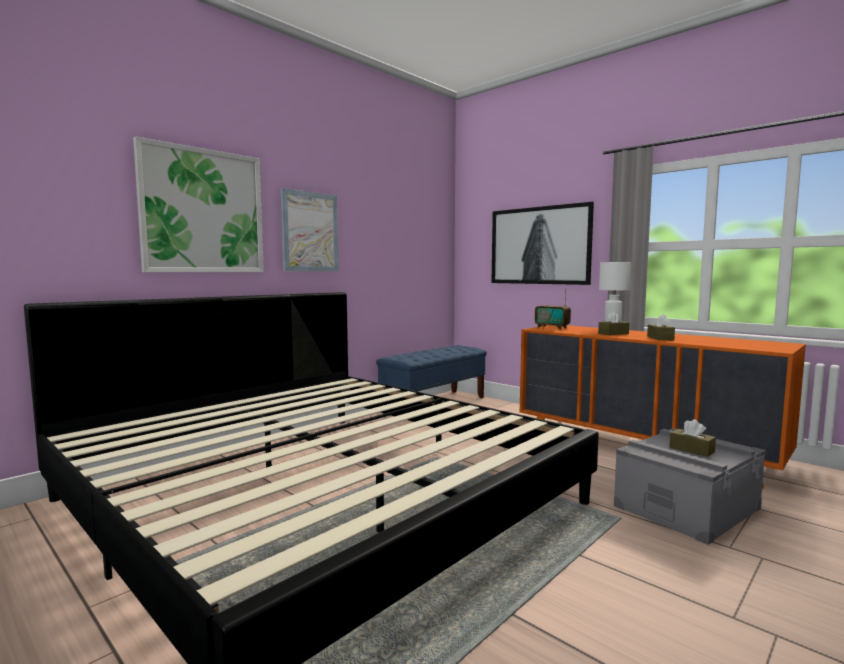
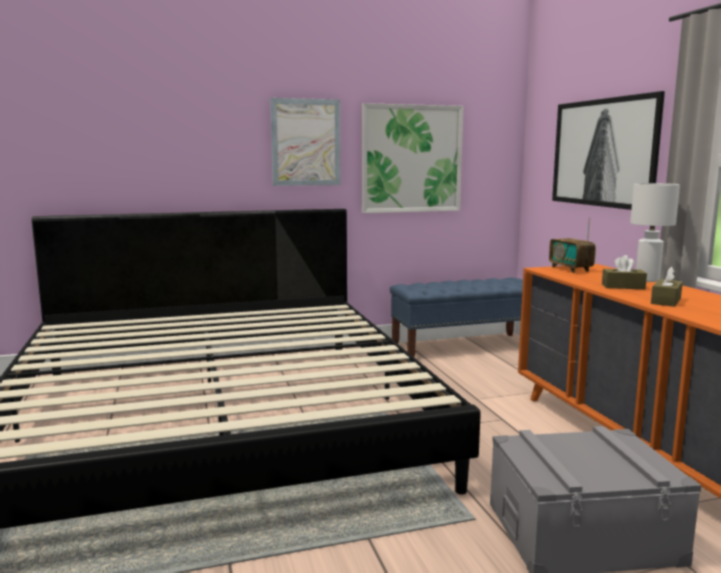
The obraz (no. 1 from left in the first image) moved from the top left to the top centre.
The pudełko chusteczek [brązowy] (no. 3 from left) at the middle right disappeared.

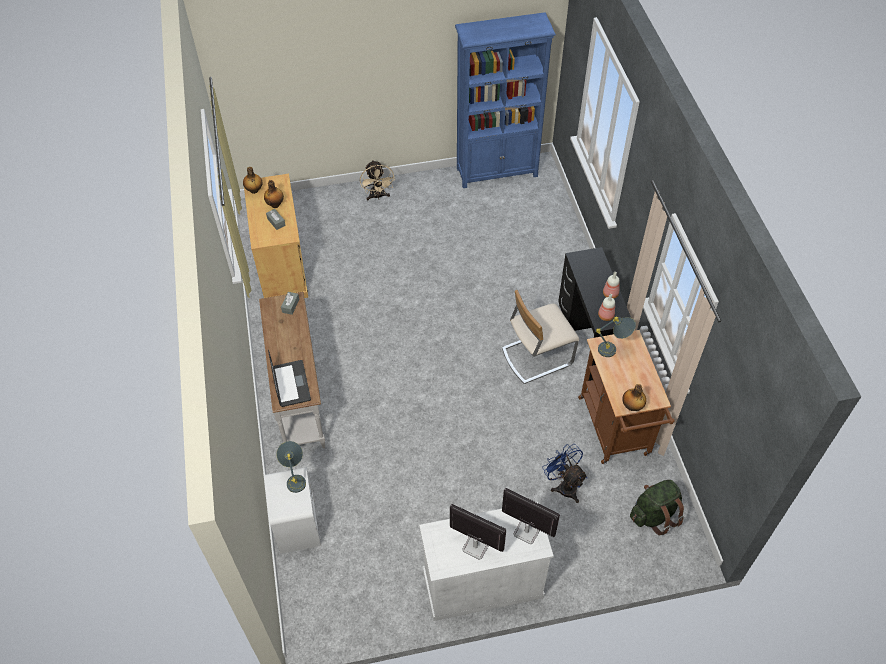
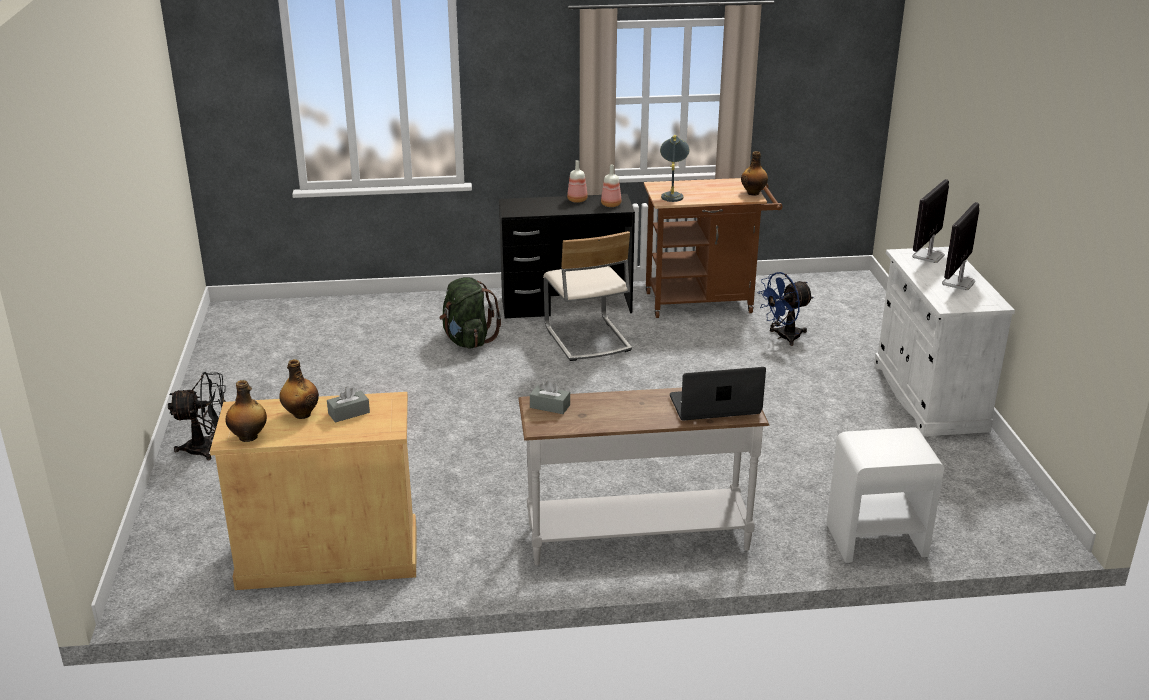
The wentylator [beżowy] at the top centre became the wentylator [czarny] at the middle left.
The plecak [zielony] moved from the bottom right to the centre.
The lampa stołowa [szary] (no. 1 from left) at the bottom left disappeared.
The regał [niebieski] at the top centre disappeared.

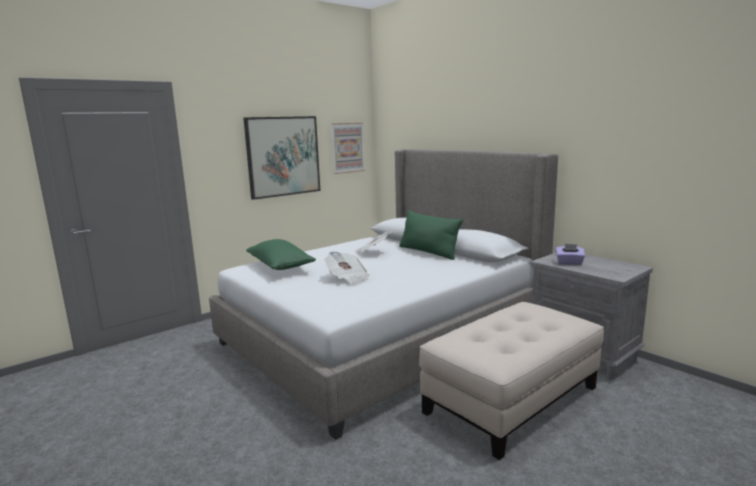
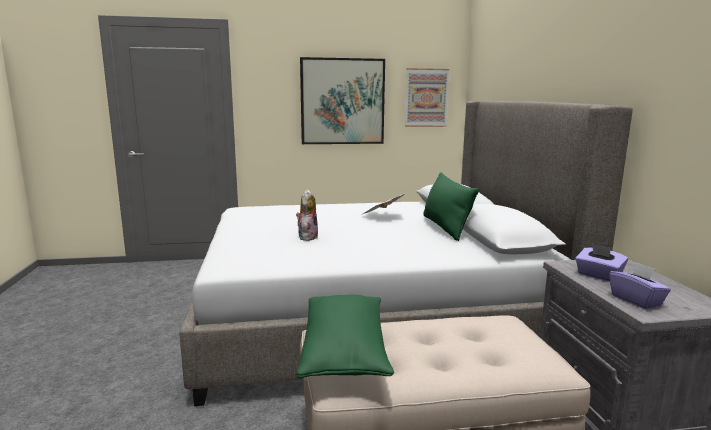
The gazeta (no. 1 from left) at the centre was replaced by the pluszak at the centre.
The poduszka [zielony] (no. 1 from left) moved from the centre to the bottom centre.
The pudełko chusteczek [fioletowy] (no. 2 from left) at the middle right appeared.

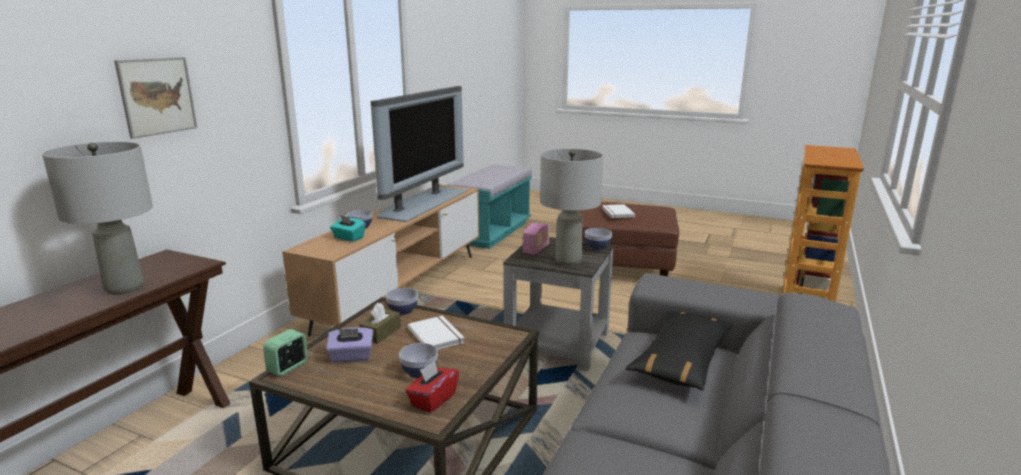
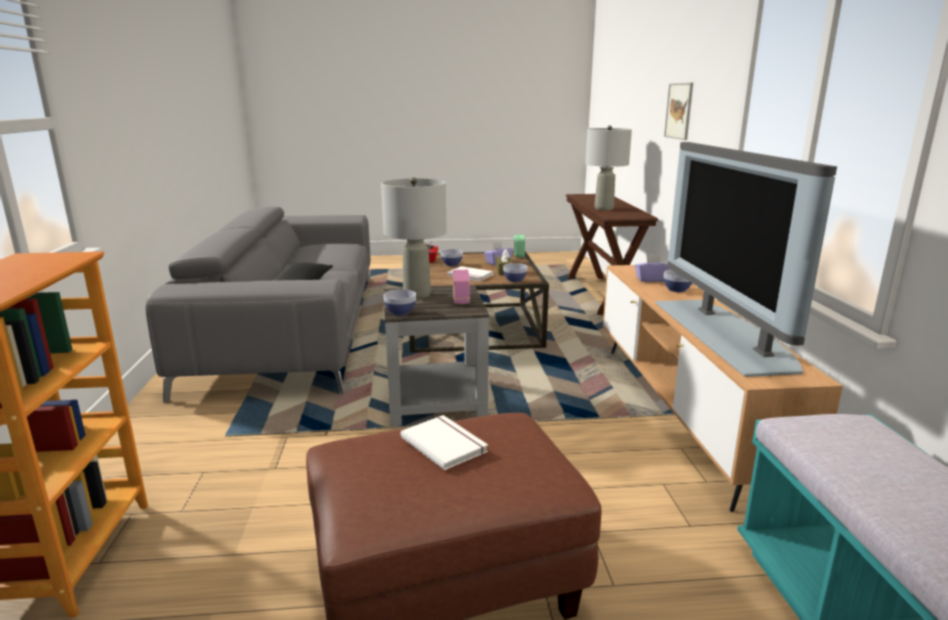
The pudełko chusteczek [turkusowy] at the centre became the pudełko chusteczek [fioletowy] (no. 2 from left) at the middle right.

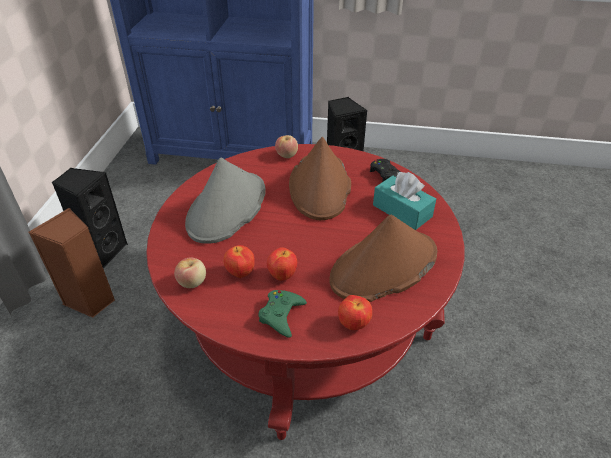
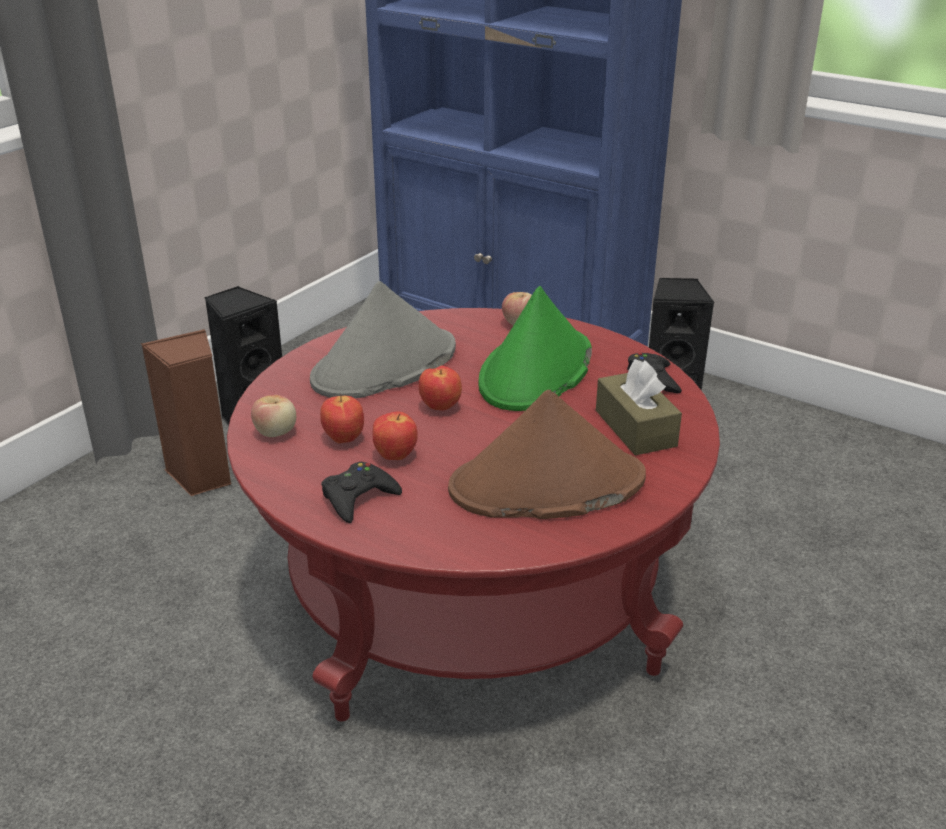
The pad do gier [zielony] at the bottom centre became the pad do gier [czarny] (no. 1 from left) at the centre.
The jabłko (no. 5 from left in the first image) moved from the bottom centre to the centre.
The kapelusz [brązowy] (no. 1 from left) at the centre became the kapelusz [zielony] at the centre.
The pudełko chusteczek [turkusowy] at the centre became the pudełko chusteczek [brązowy] at the middle right.

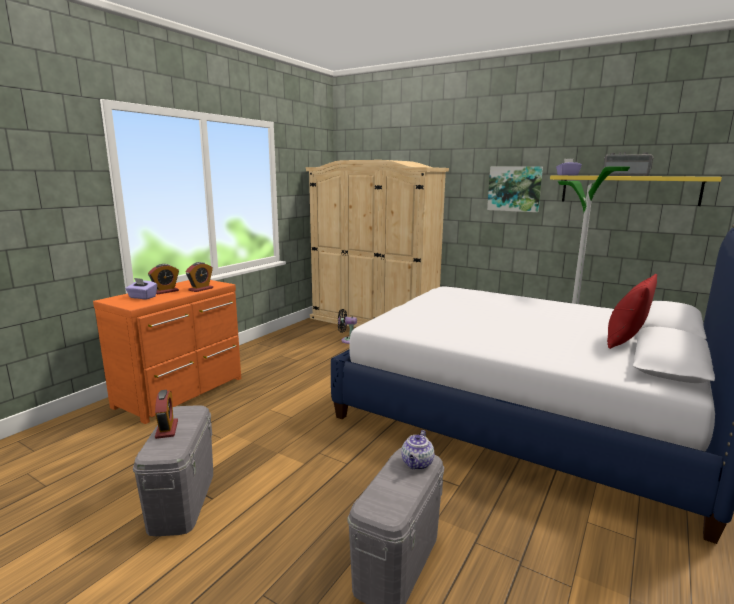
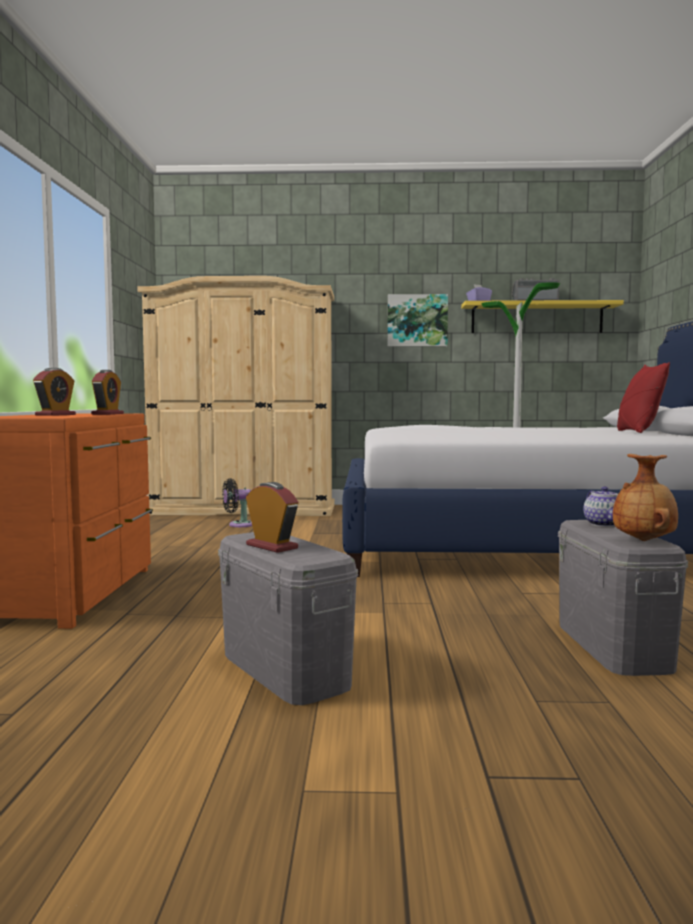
The wazon [brązowy] at the middle right appeared.
The pudełko chusteczek [fioletowy] (no. 1 from left) at the middle left disappeared.

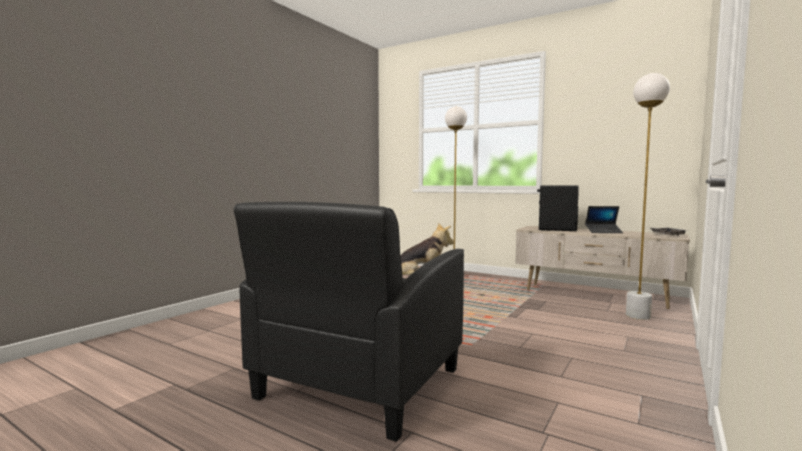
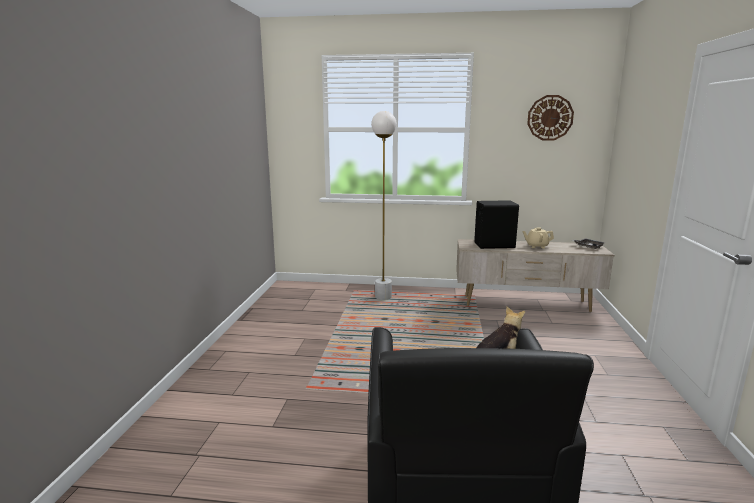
The laptop at the middle right was replaced by the imbryk [beżowy] at the middle right.
The zegar ścienny at the top right appeared.
The lampa stojąca [biały] (no. 2 from left) at the middle right disappeared.

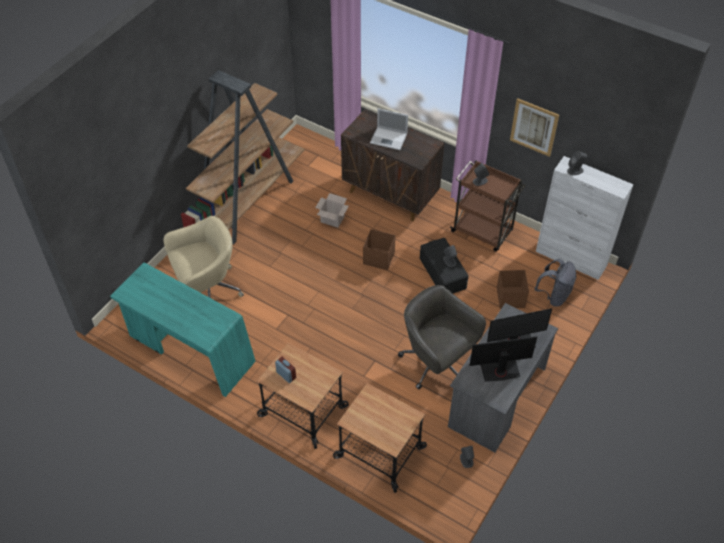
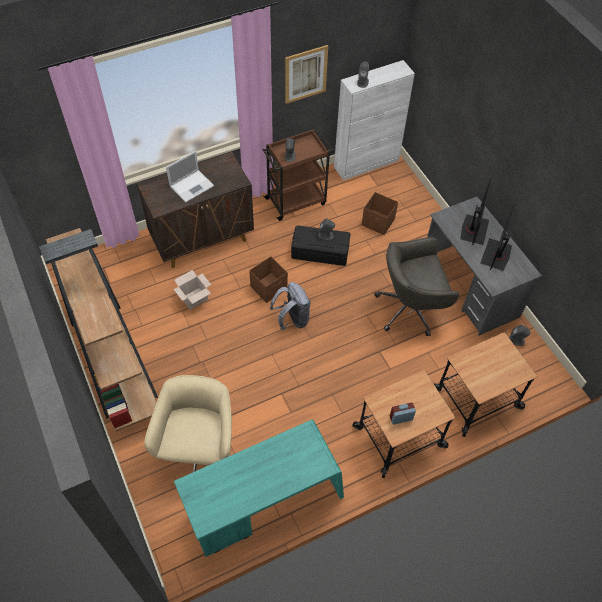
The plecak [szary] moved from the middle right to the centre.

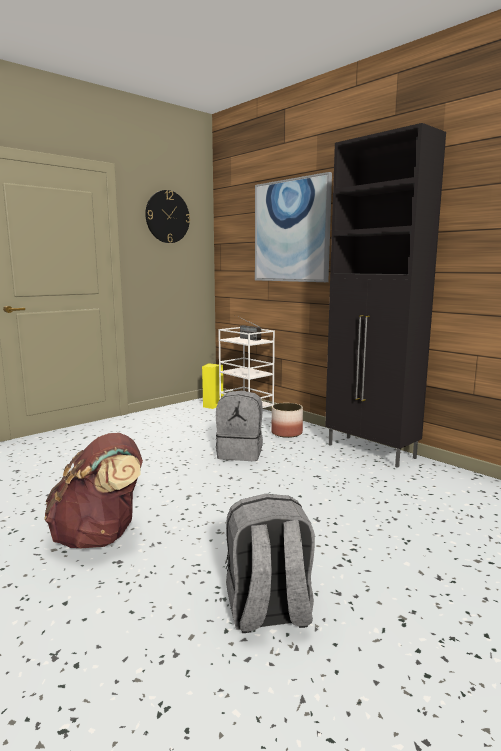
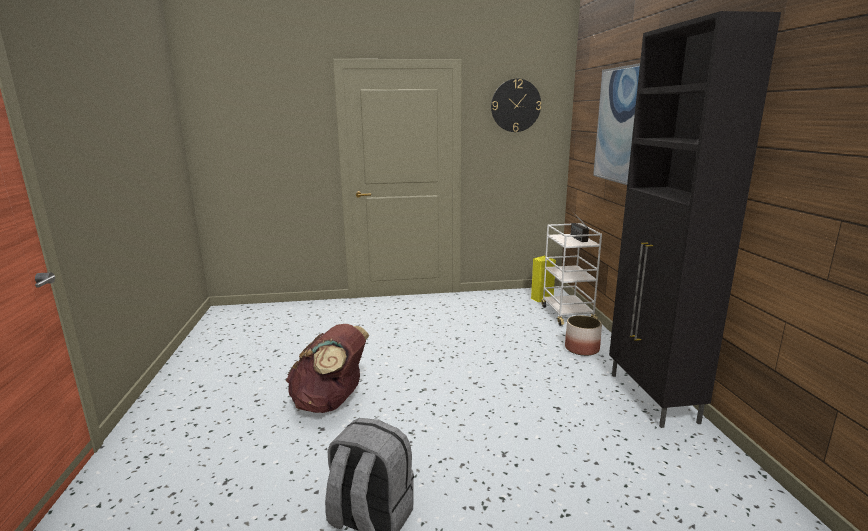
The plecak [szary] (no. 1 from left) at the centre disappeared.

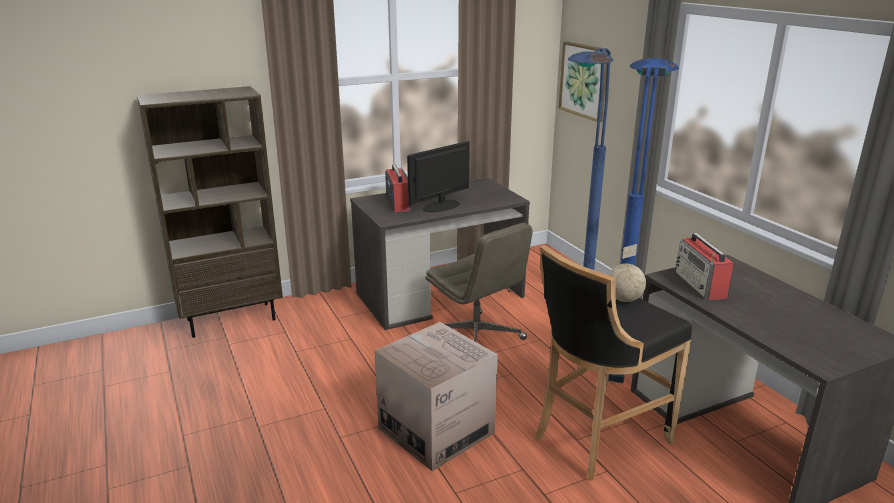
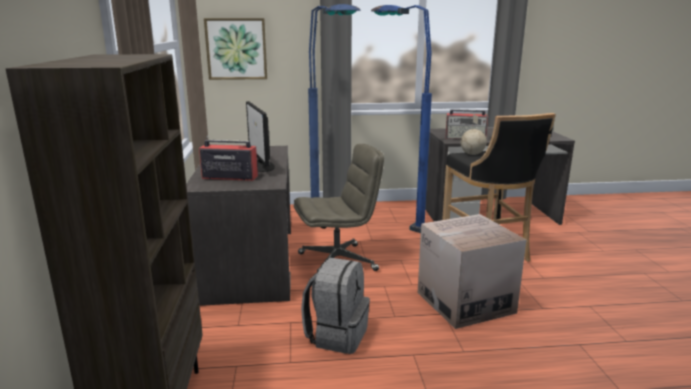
The plecak [szary] at the bottom centre appeared.

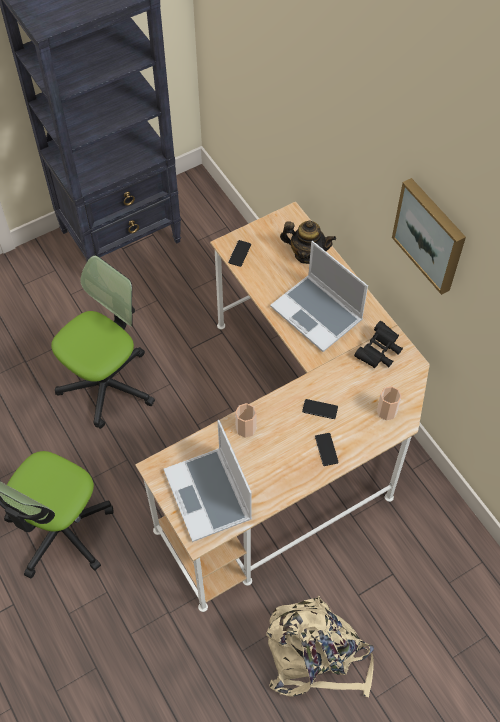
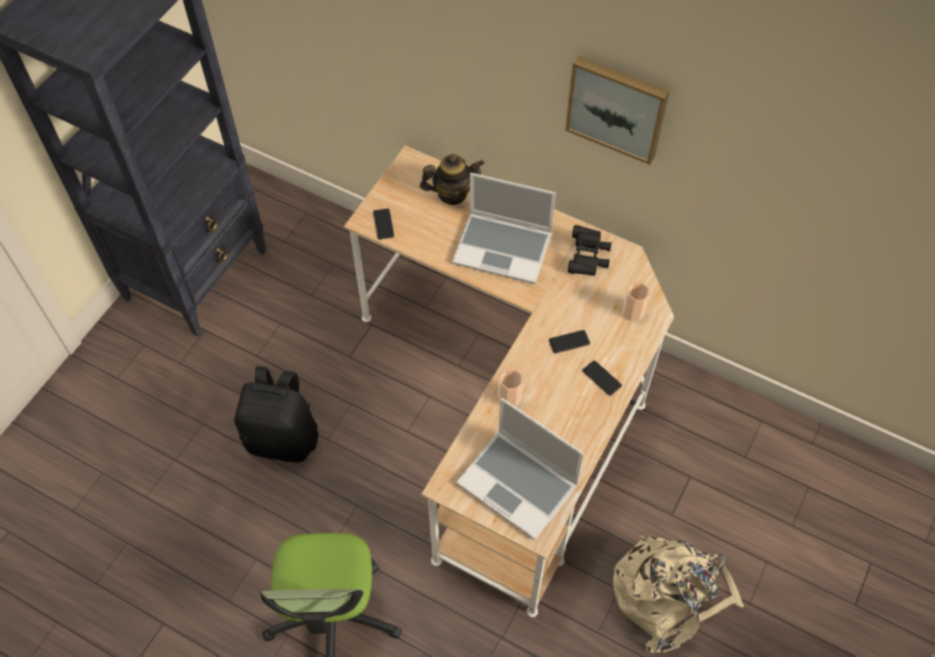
The krzesło biurowe (no. 2 from left) at the middle left was replaced by the plecak [czarny] at the middle left.

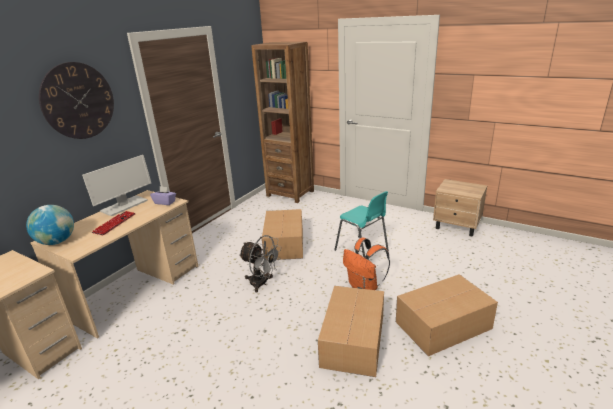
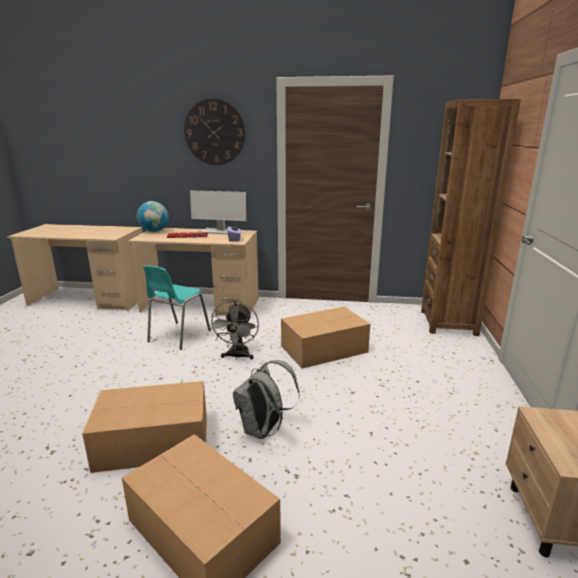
The krzesło [turkusowy] moved from the centre to the middle left.
The plecak [pomarańczowy] at the centre became the plecak [szary] at the bottom centre.

